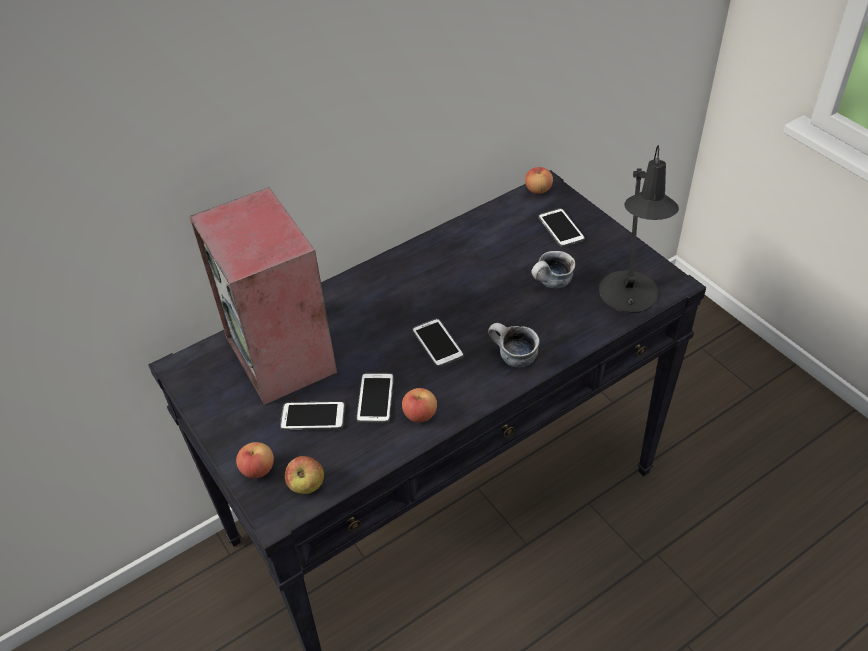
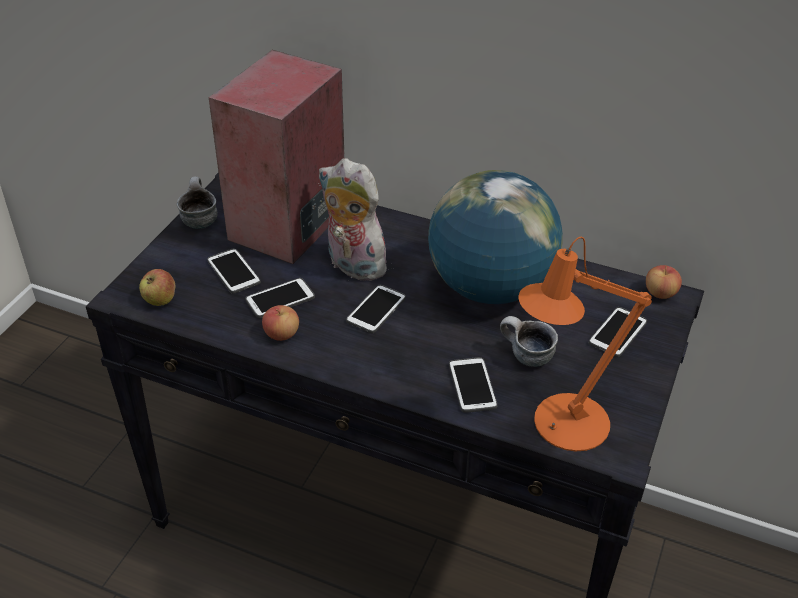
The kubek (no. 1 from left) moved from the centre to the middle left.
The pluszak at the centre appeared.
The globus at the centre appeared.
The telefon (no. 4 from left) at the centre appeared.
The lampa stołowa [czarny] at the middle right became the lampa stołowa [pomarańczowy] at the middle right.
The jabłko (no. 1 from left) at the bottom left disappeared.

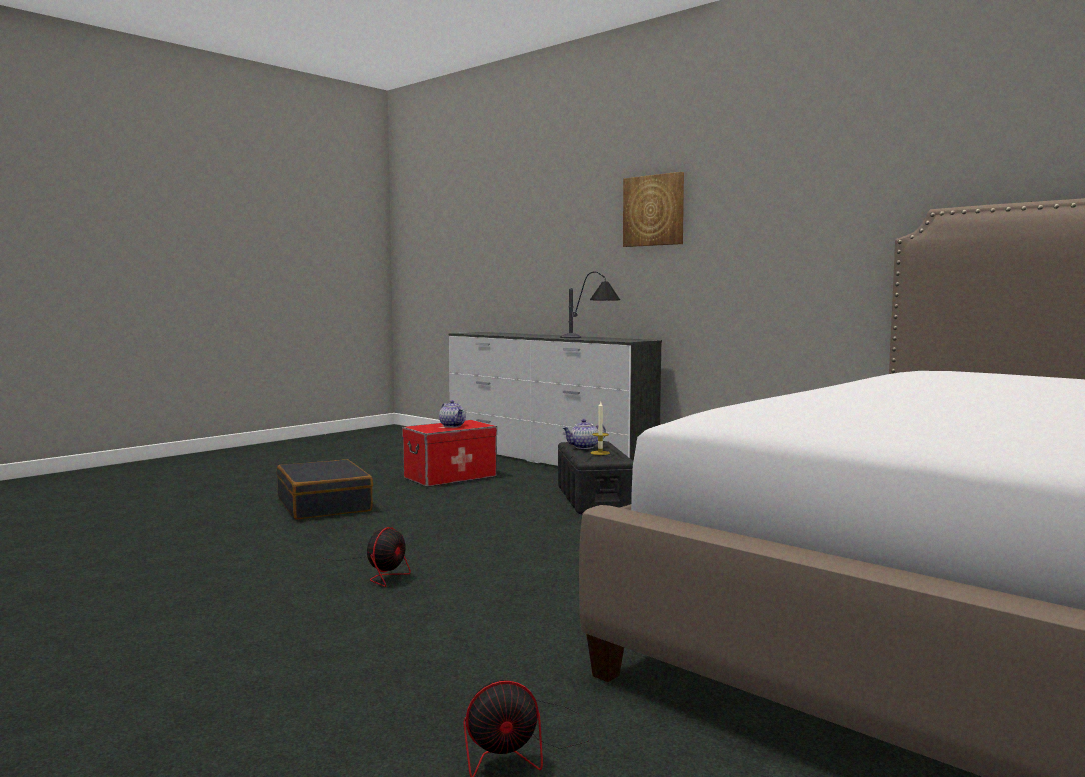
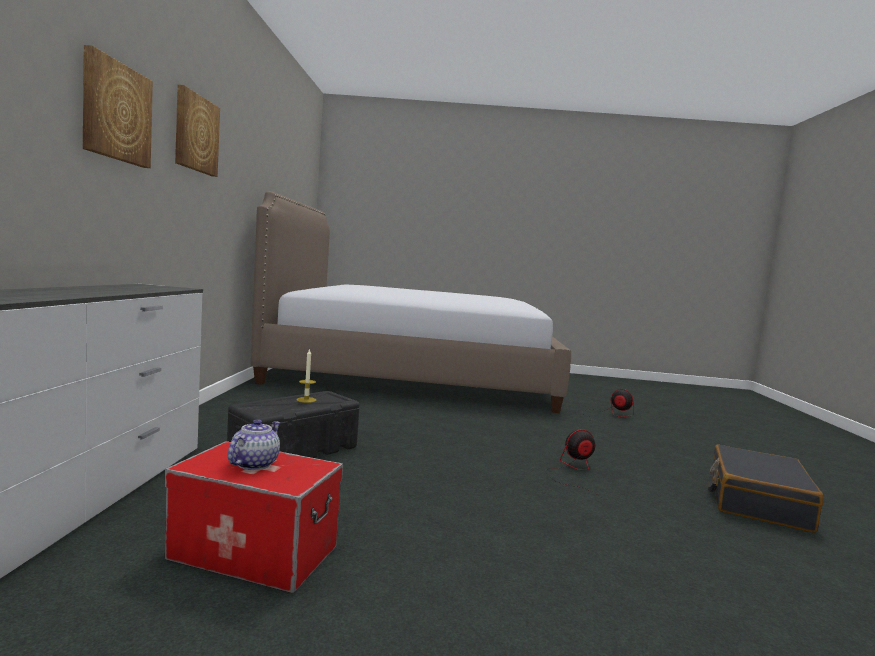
The obraz (no. 2 from left) at the top left appeared.
The walizka [czarny] moved from the middle left to the bottom right.
The lampa stołowa at the centre disappeared.
The imbryk (no. 2 from left) at the centre disappeared.

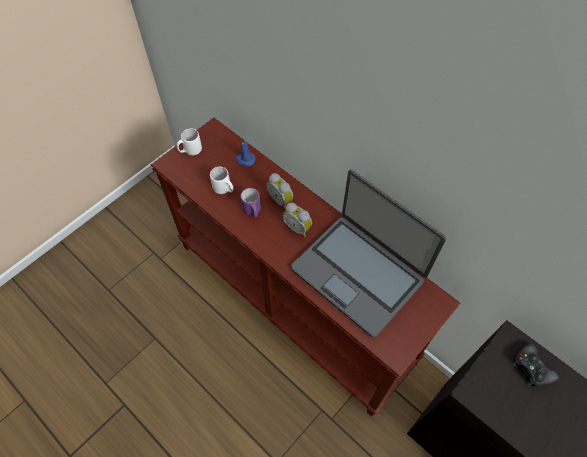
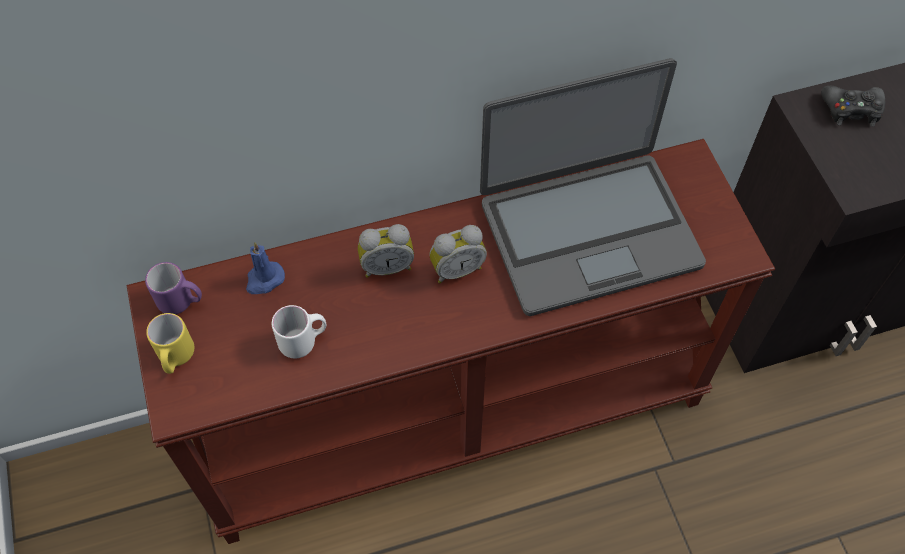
The kubek [fioletowy] moved from the centre to the middle left.
The kubek [biały] (no. 1 from left) at the top left became the kubek [żółty] at the middle left.

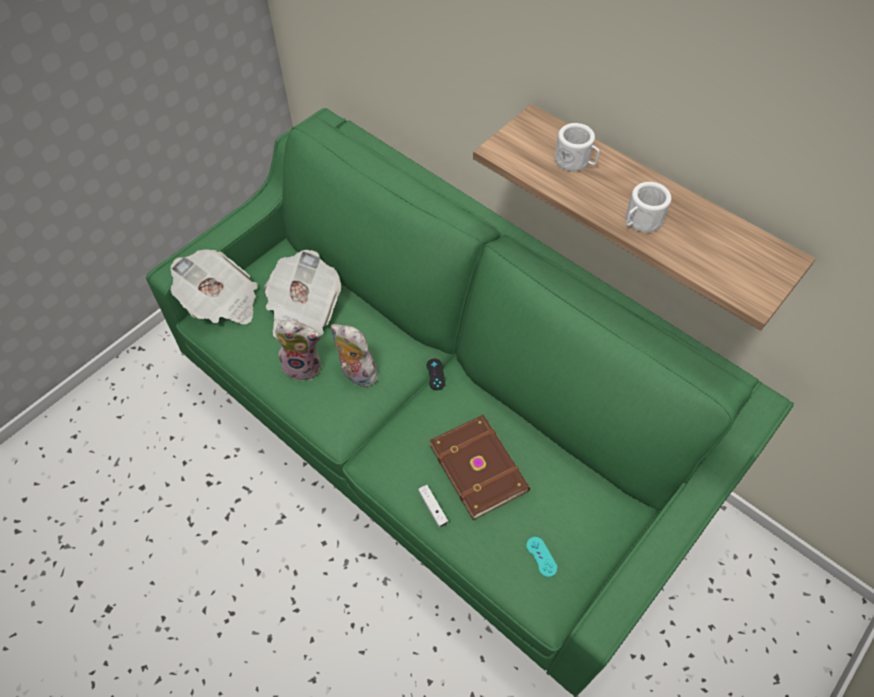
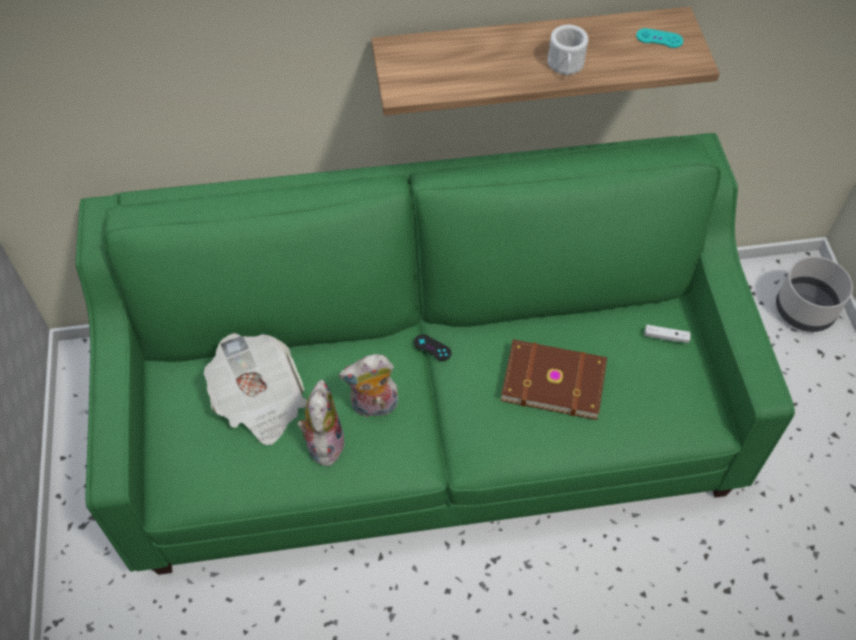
The pluszak (no. 1 from left) at the centre turned 45 degrees counterclockwise.
The pad do gier [turkusowy] moved from the bottom centre to the top right.
The pad do gier [biały] moved from the bottom centre to the middle right.
The donica [szary] at the middle right appeared.
The gazeta (no. 1 from left) at the middle left disappeared.
The kubek [biały] (no. 1 from left) at the top centre disappeared.

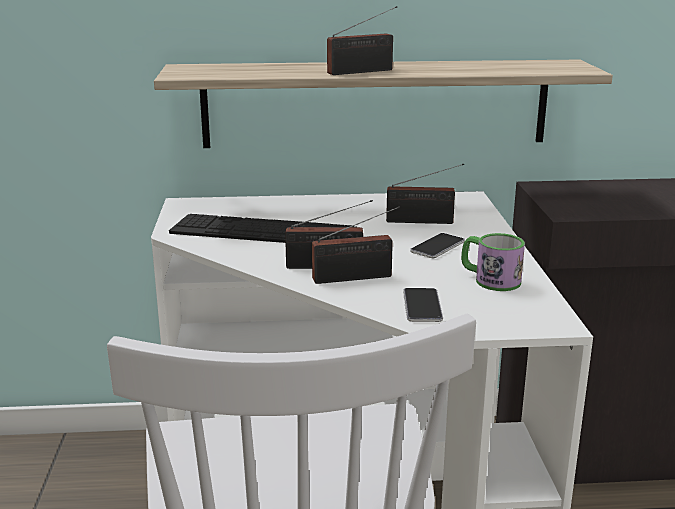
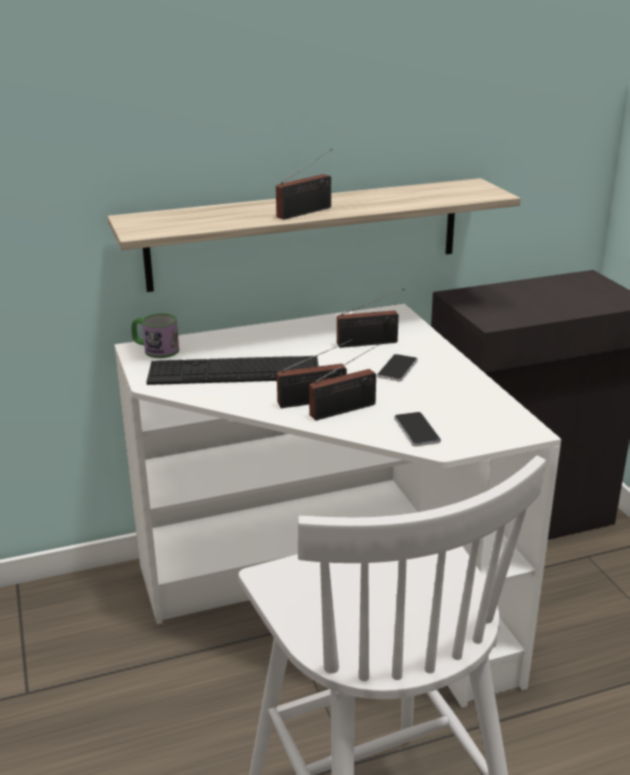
The kubek moved from the middle right to the middle left.

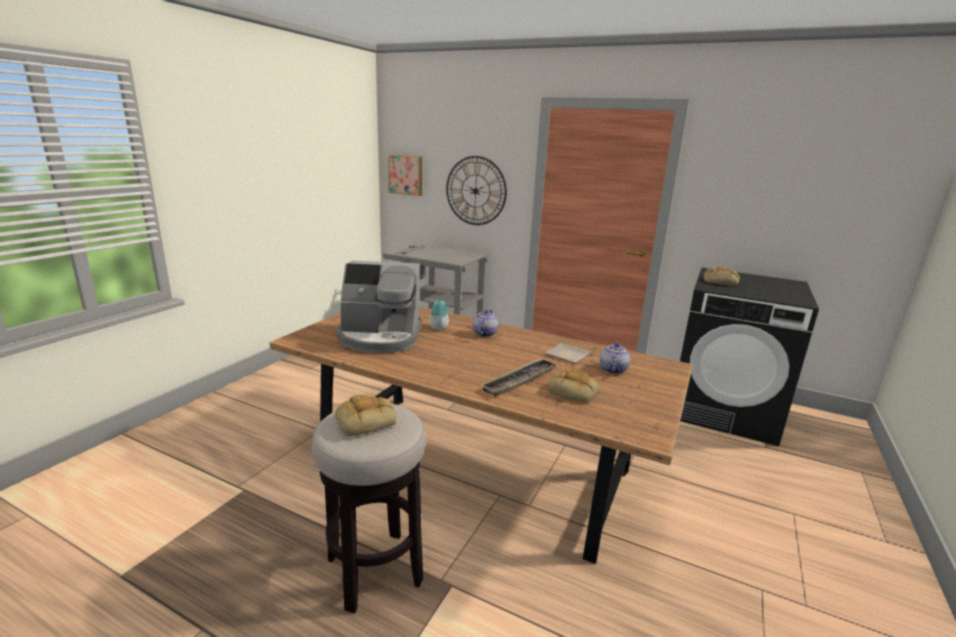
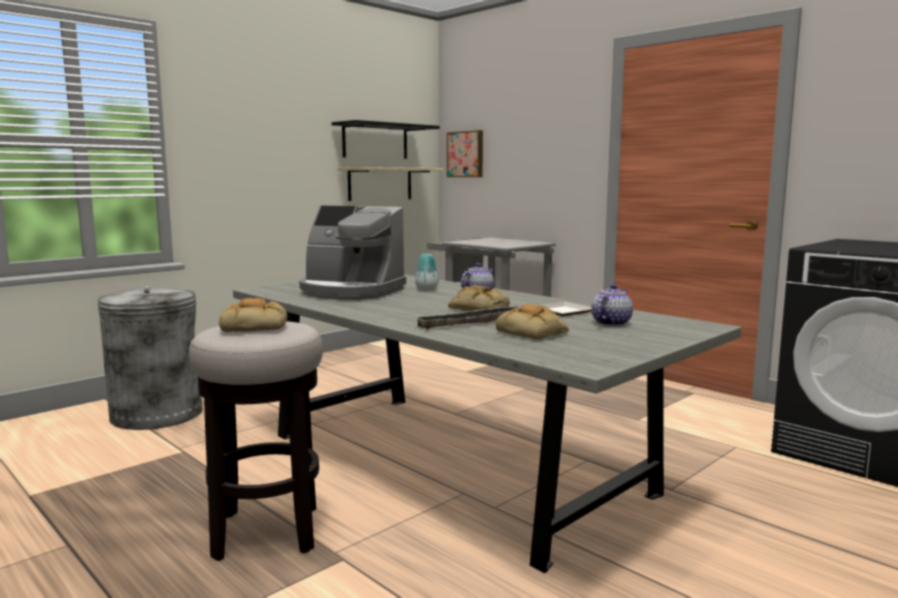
The kosz na śmieci [szary] at the middle left appeared.
The stół jadalny [brązowy] at the bottom centre became the stół jadalny [szary] at the bottom centre.
The półka [czarny] at the top centre appeared.
The półka [beżowy] at the top centre appeared.
The chleb (no. 3 from left in the first image) moved from the middle right to the centre.
The zegar ścienny at the top centre disappeared.

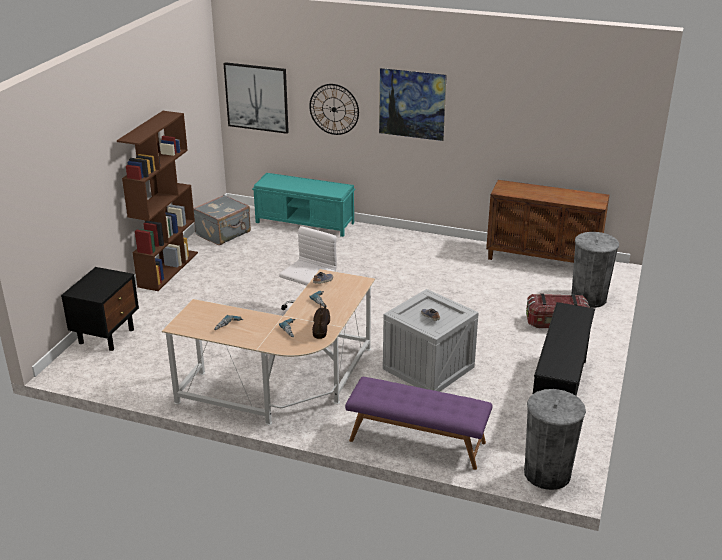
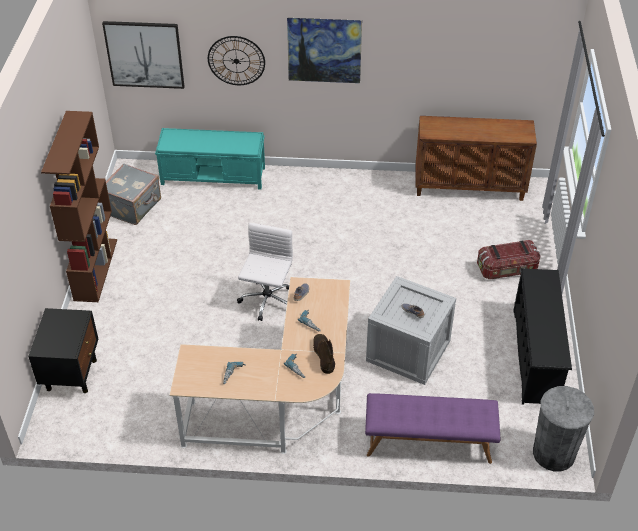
The kosz na śmieci [szary] (no. 2 from left) at the middle right disappeared.

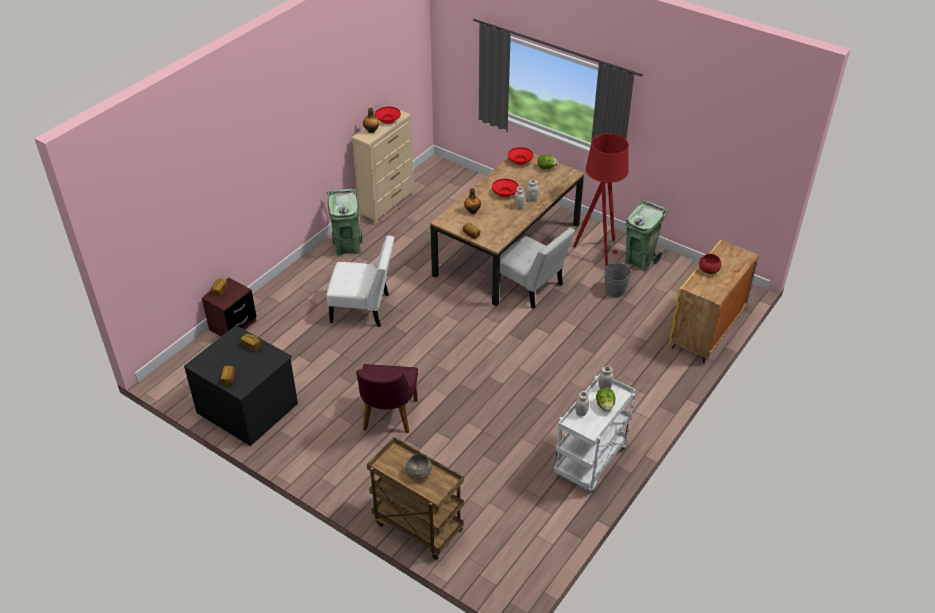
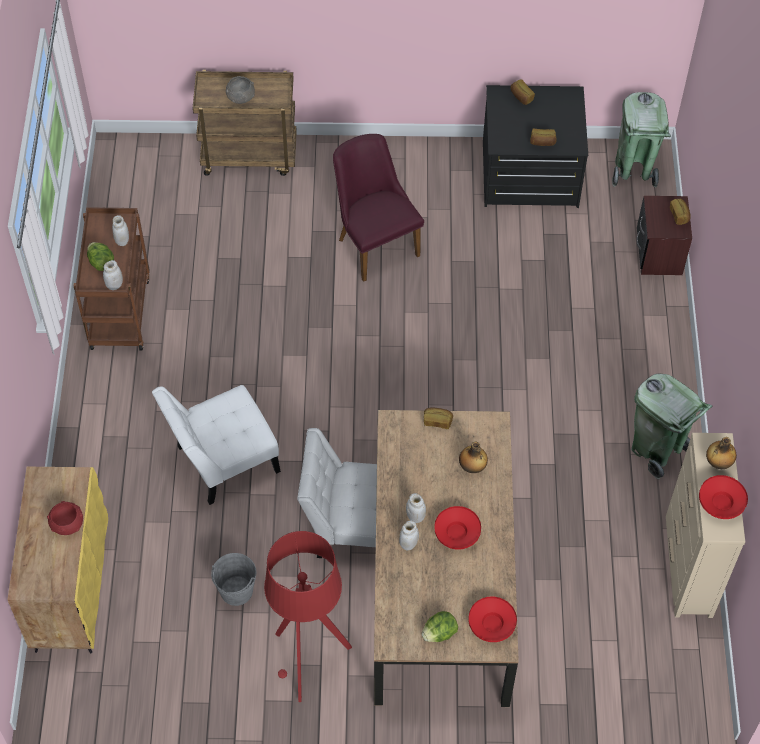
The wózek [biały] at the bottom centre became the wózek [brązowy] (no. 1 from left) at the middle left.
The krzesło [biały] (no. 1 from left) moved from the centre to the middle left.
The kosz na śmieci [zielony] (no. 2 from left in the first image) moved from the middle right to the top right.

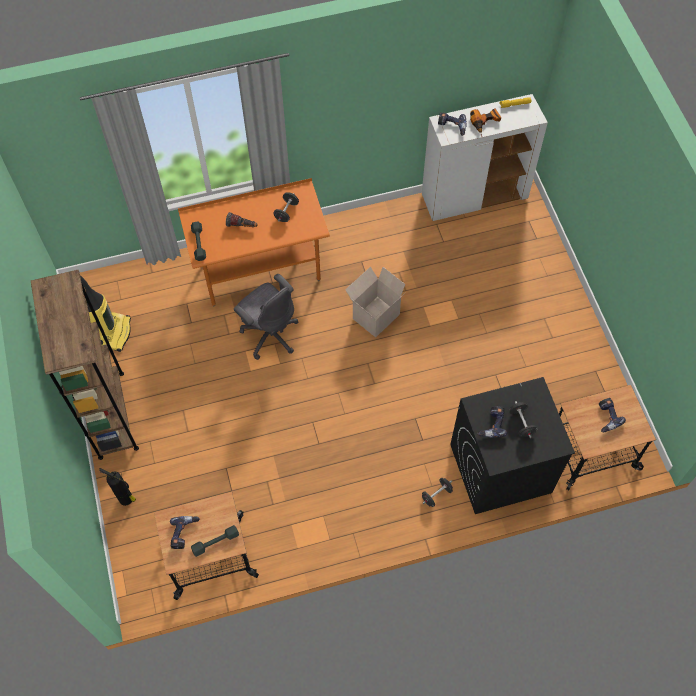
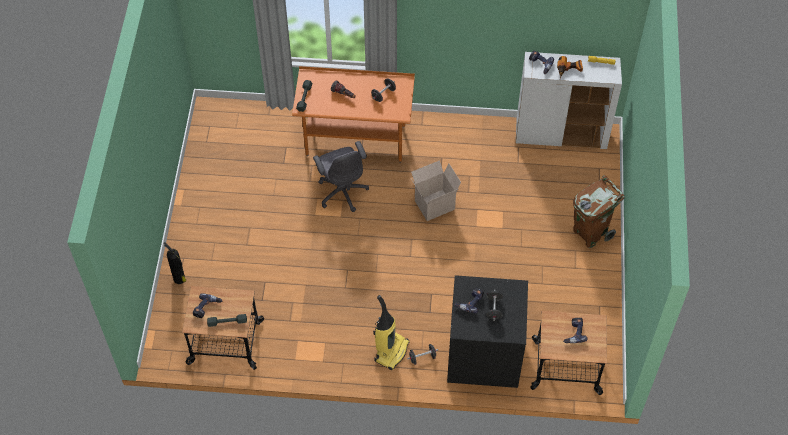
The odkurzacz moved from the middle left to the bottom centre.
The kosz na śmieci [brązowy] at the middle right appeared.
The regał [brązowy] at the middle left disappeared.

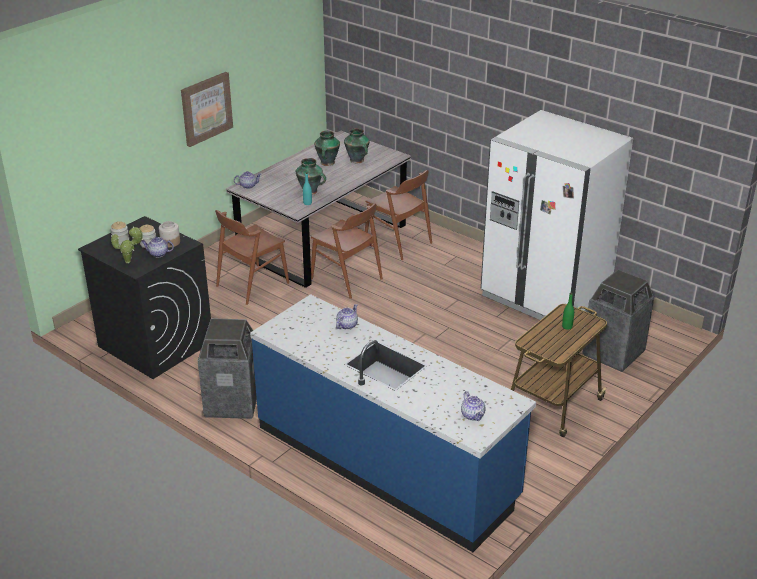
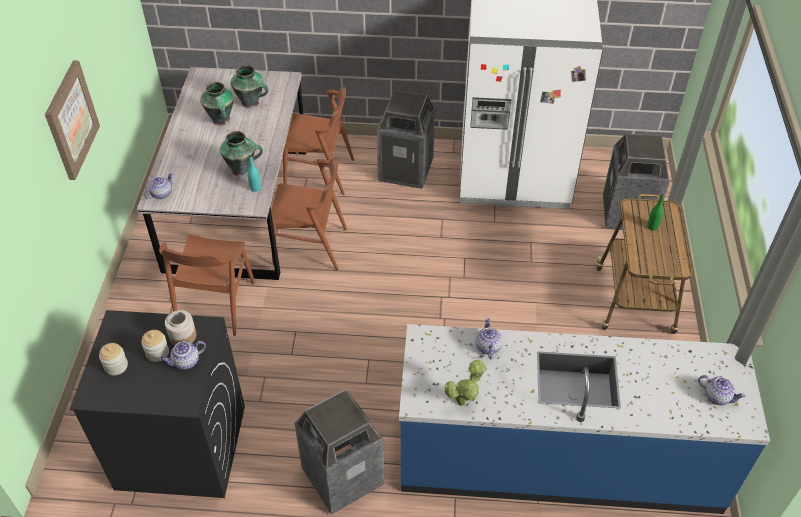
The kosz na śmieci (no. 2 from left) at the top centre appeared.
The roślina doniczkowa moved from the middle left to the bottom centre.

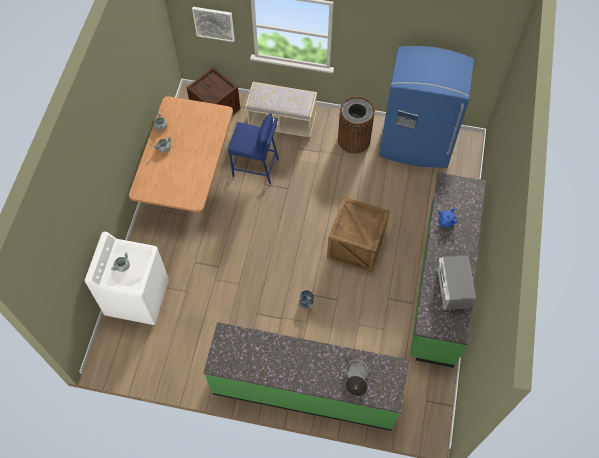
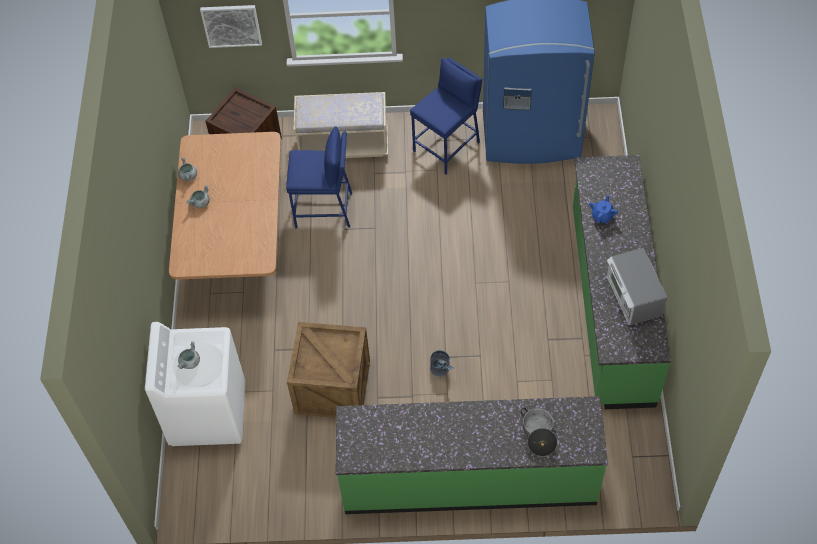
The skrzynka (no. 2 from left) moved from the centre to the bottom centre.
The kosz na śmieci [brązowy] at the top centre was replaced by the stołek [niebieski] (no. 2 from left) at the top centre.

